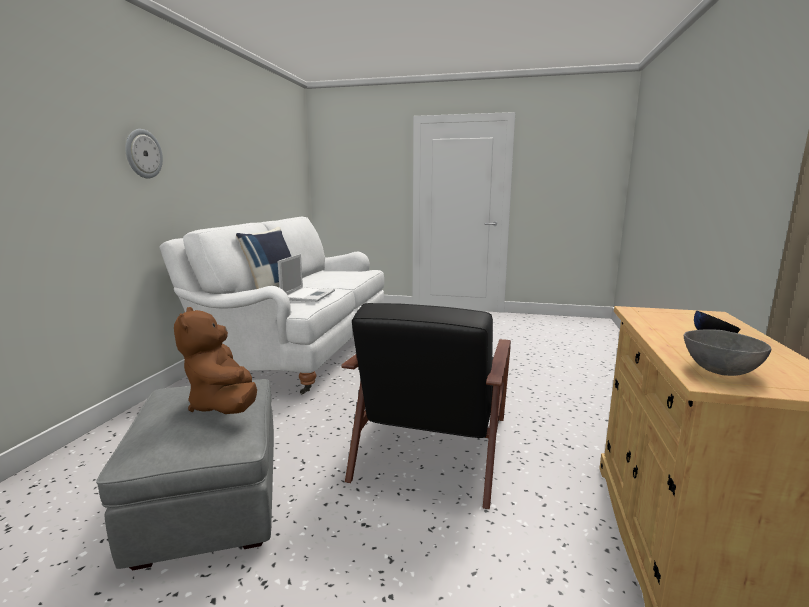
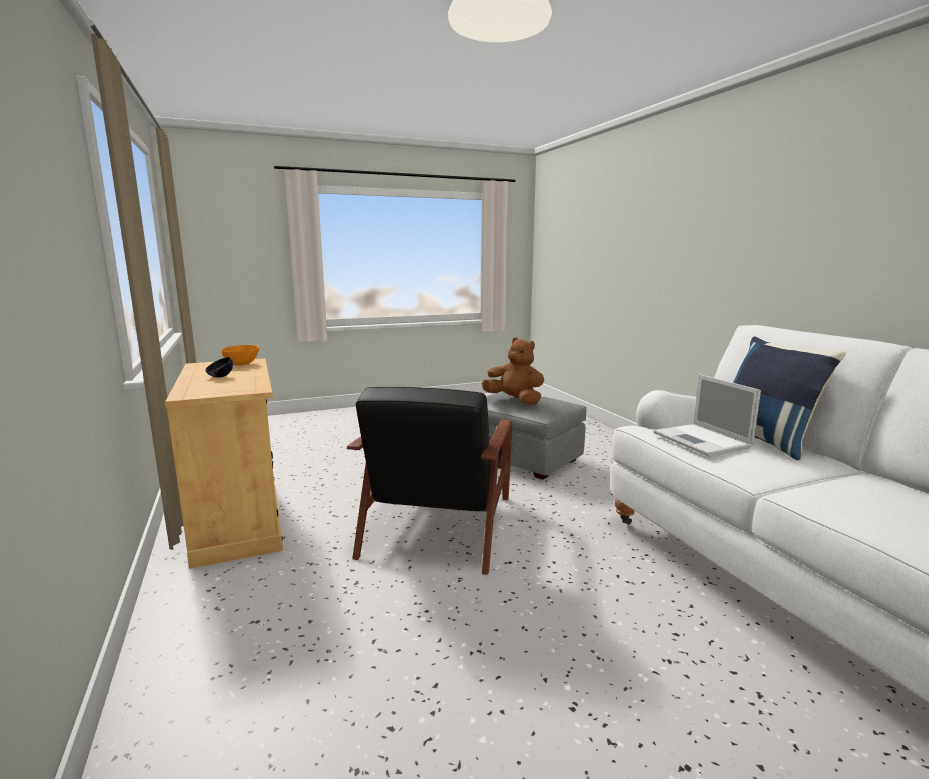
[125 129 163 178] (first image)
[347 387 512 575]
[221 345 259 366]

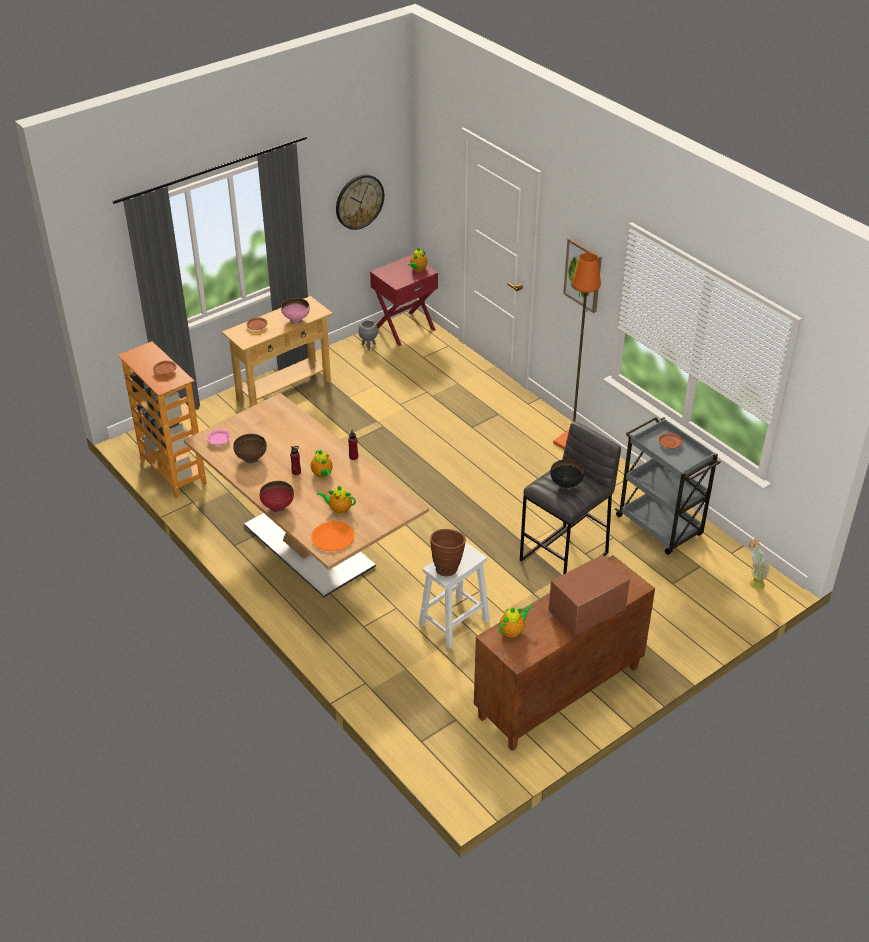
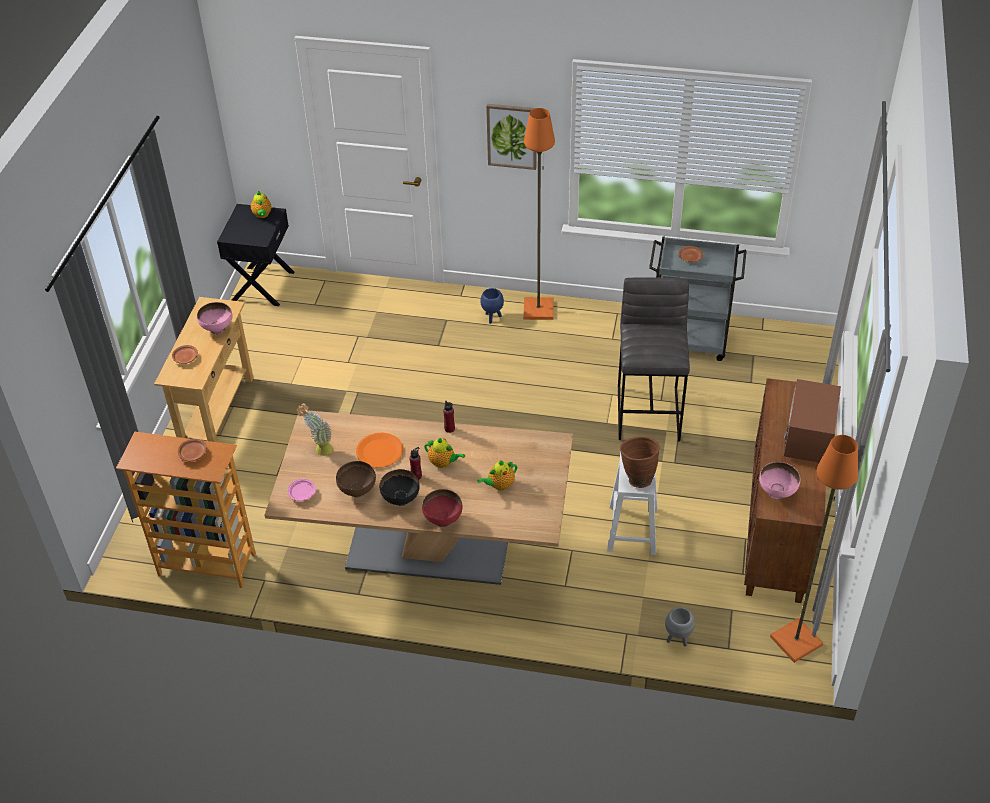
[356 433 403 468]
[336 175 384 230] (first image)
[665 607 695 647]
[217 204 295 306]
[759 462 800 499]
[380 469 420 506]
[297 403 333 456]
[480 288 504 324]
[770 435 858 663]

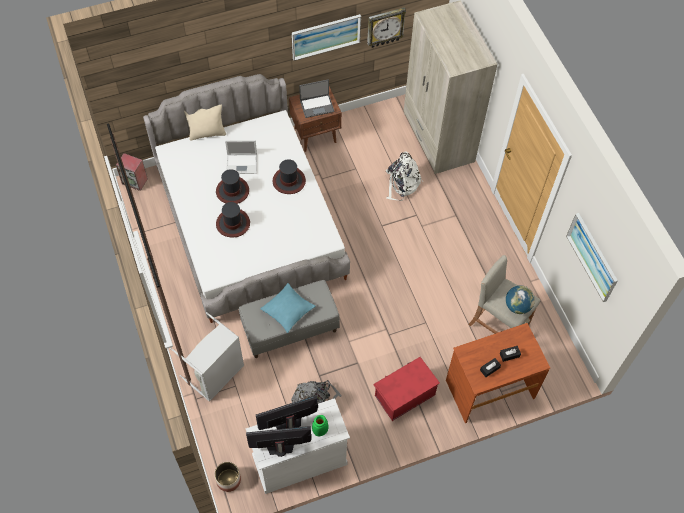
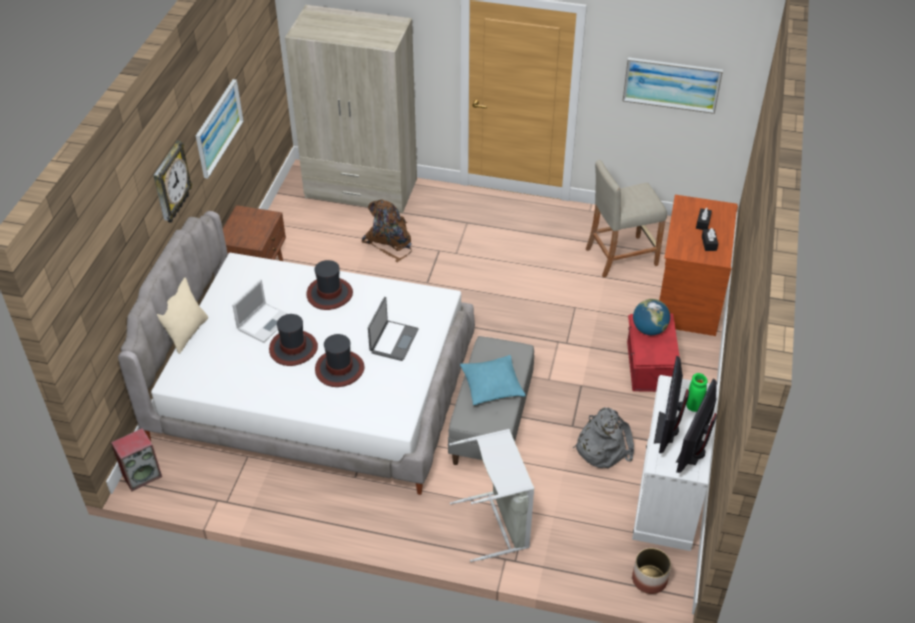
[368 297 419 361]
[153 141 193 223]
[361 199 412 262]
[633 299 670 335]

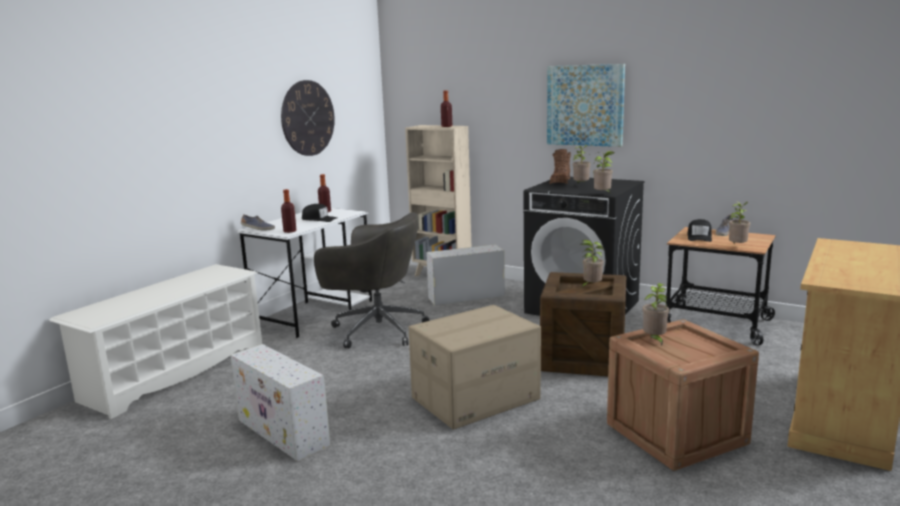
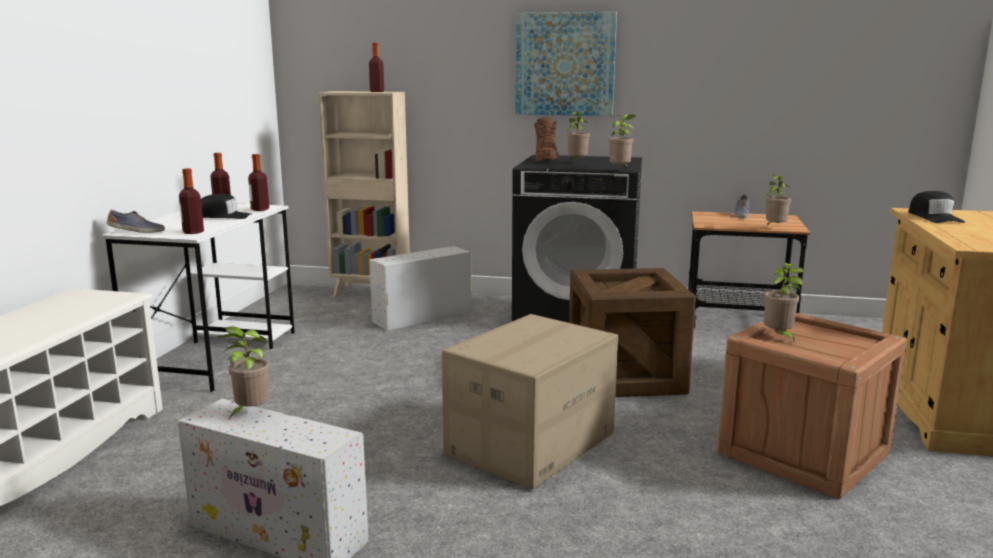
[281 80 335 156] (first image)
[314 212 429 348] (first image)
[217 327 270 419]
[909 191 965 223]
[248 154 269 211]

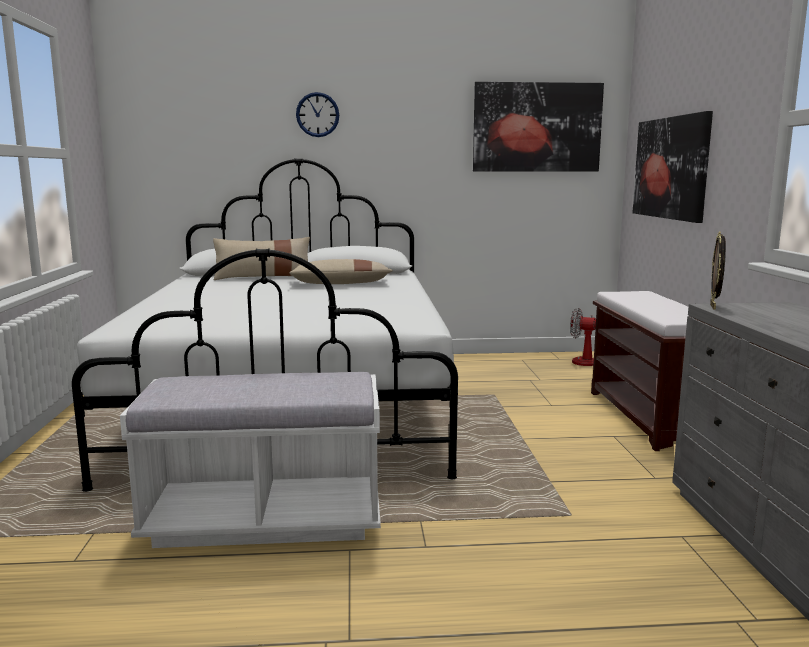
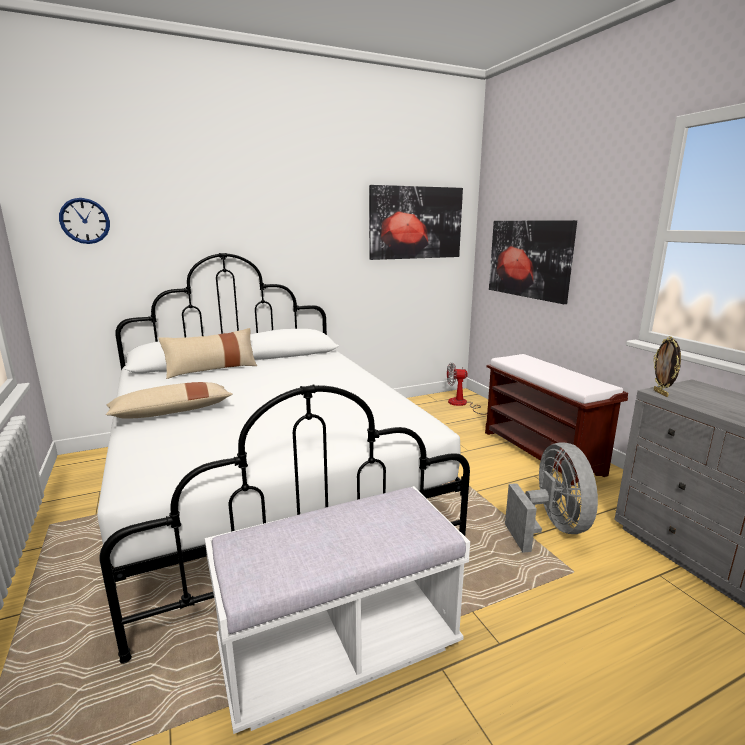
[106 382 233 419]
[59 198 110 244]
[505 442 598 552]

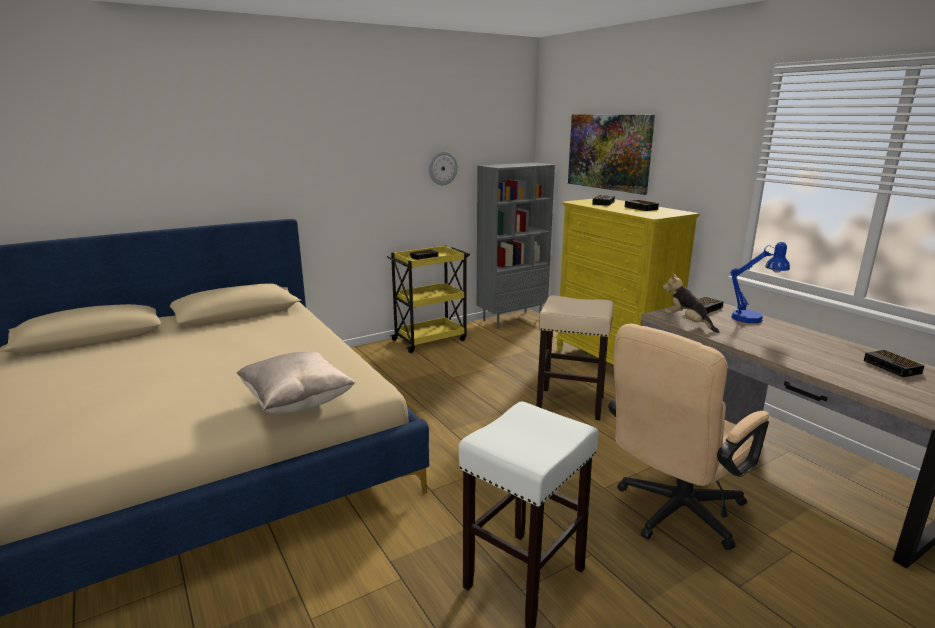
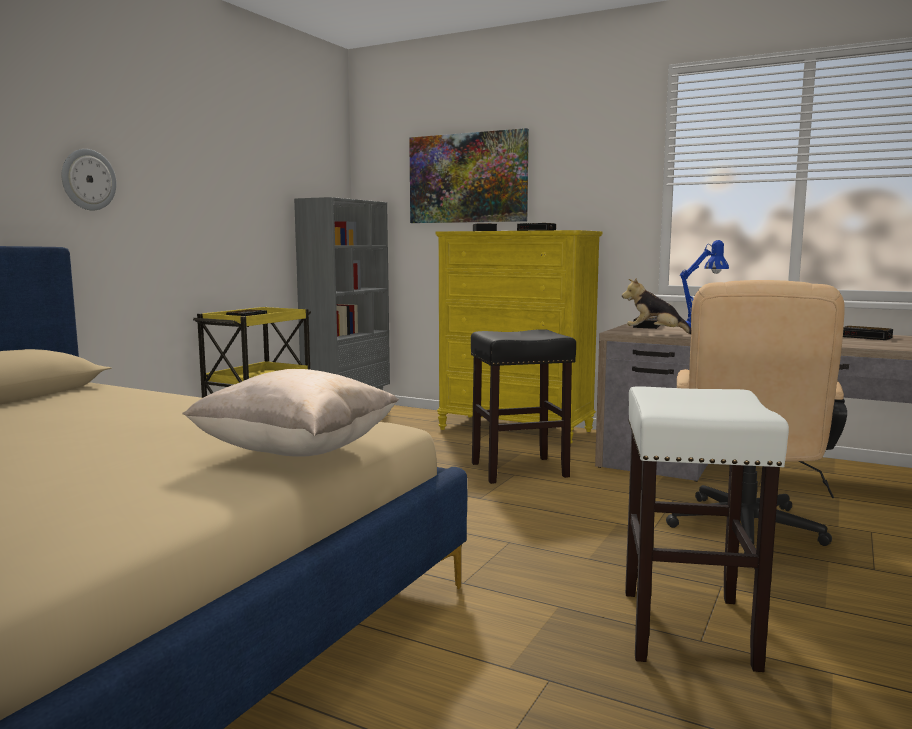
[61 149 116 211]
[471 329 576 484]

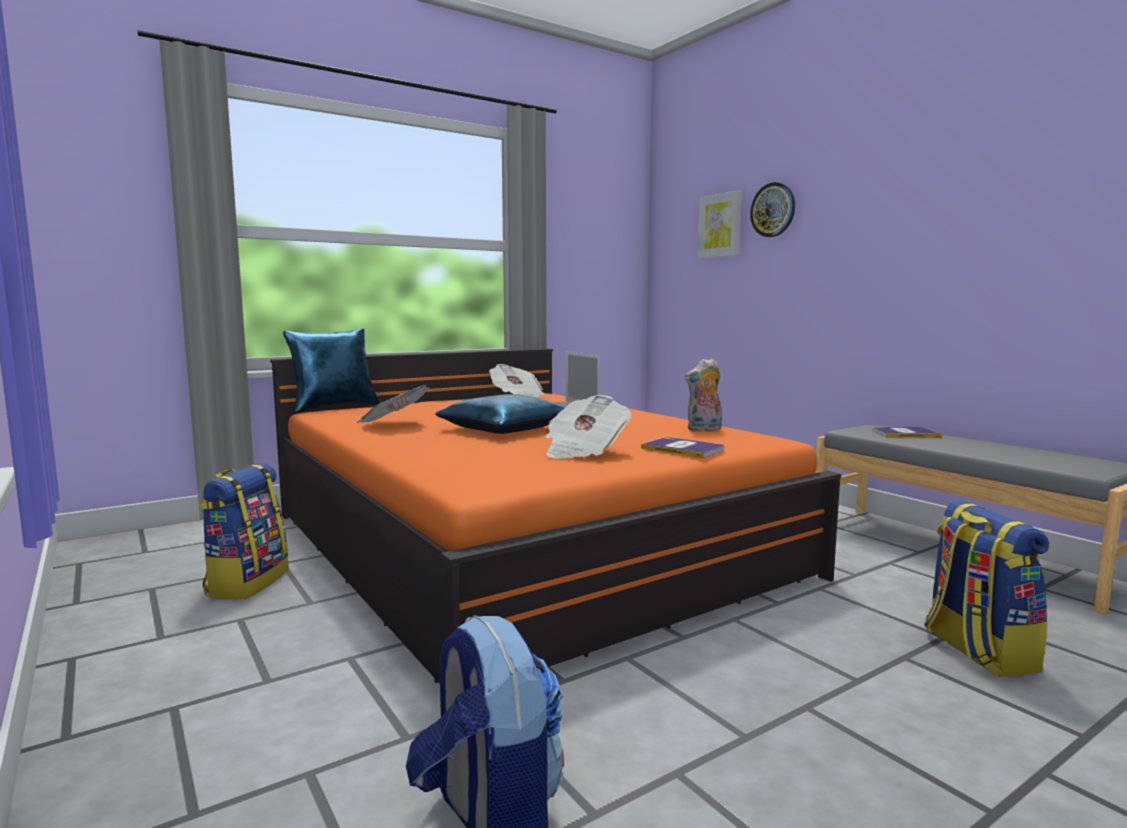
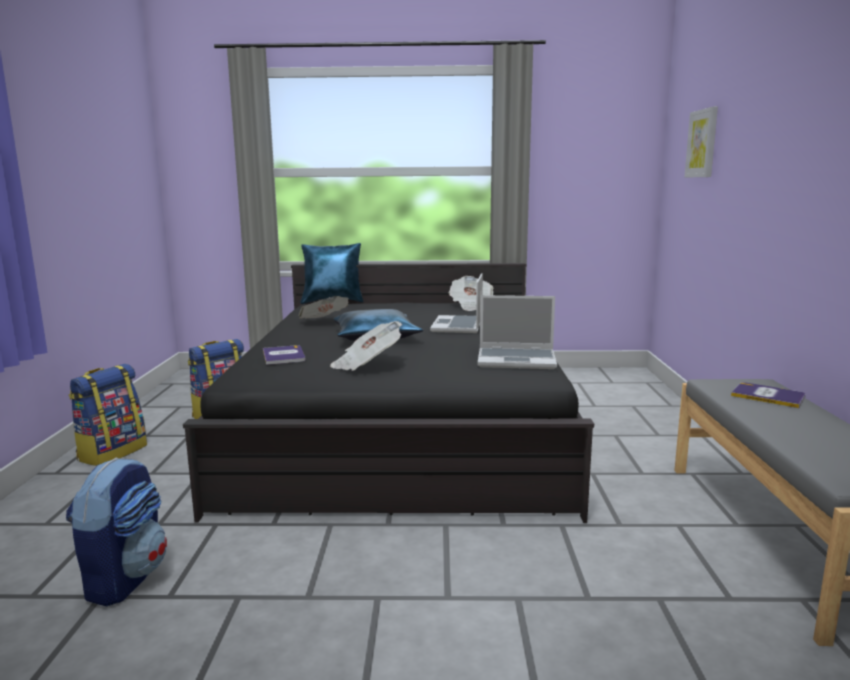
[183 263 594 523]
[263 345 305 365]
[478 295 557 369]
[750 182 795 237] (first image)
[69 364 147 466]

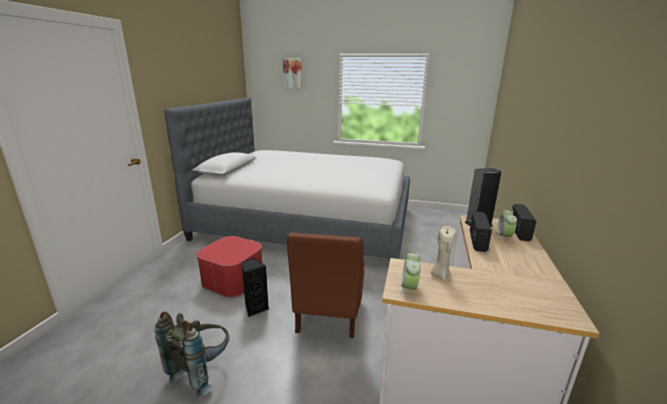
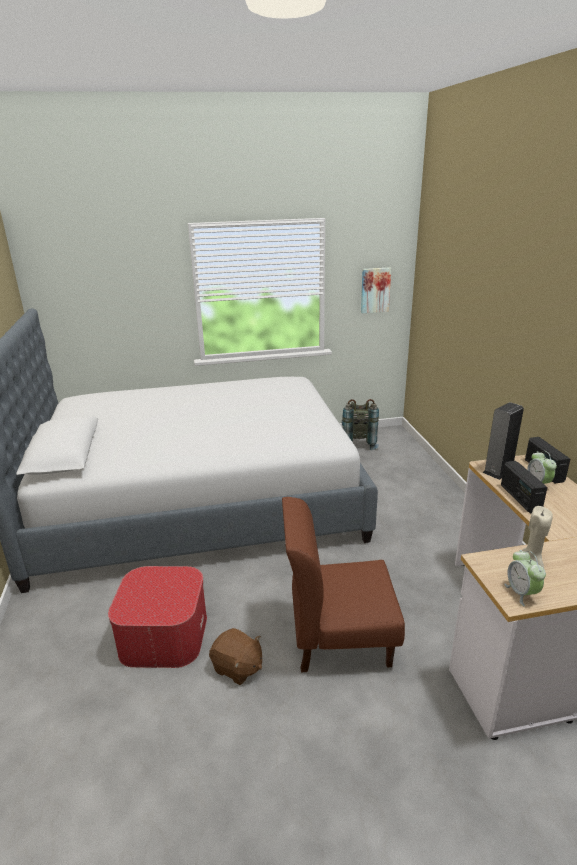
[342 399 379 450]
[209 628 262 685]
[361 267 391 313]
[282 497 405 673]

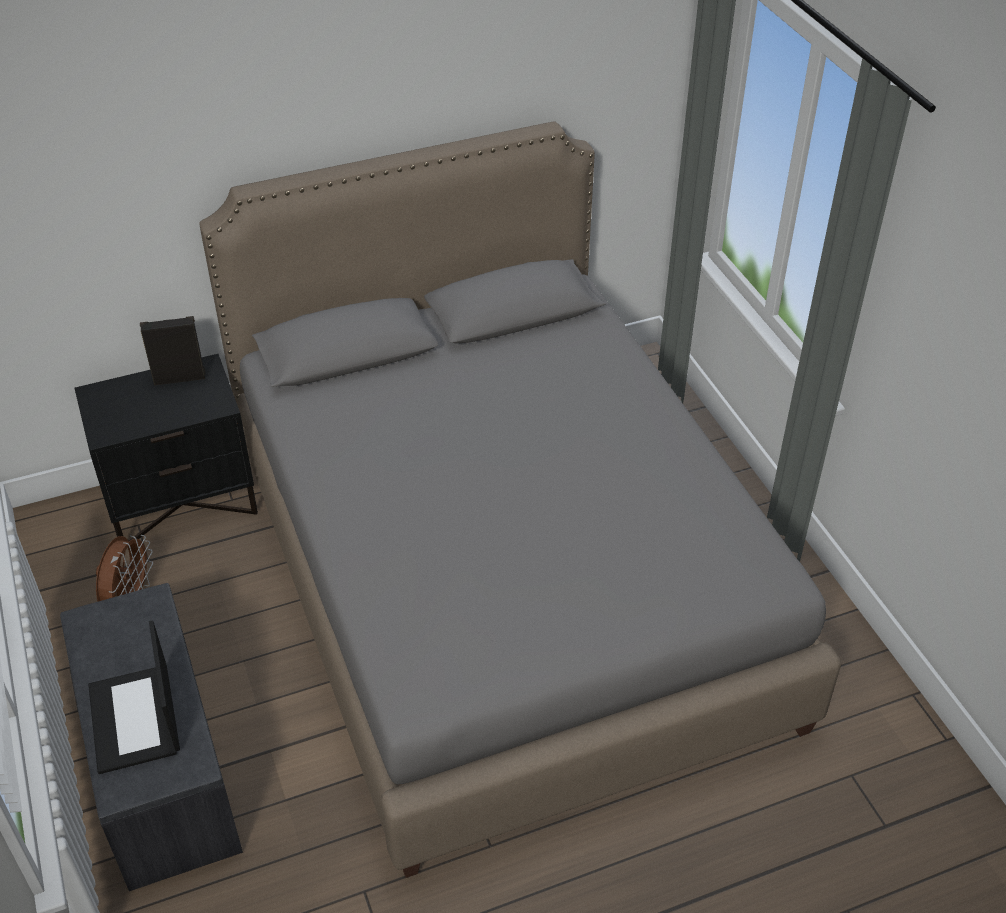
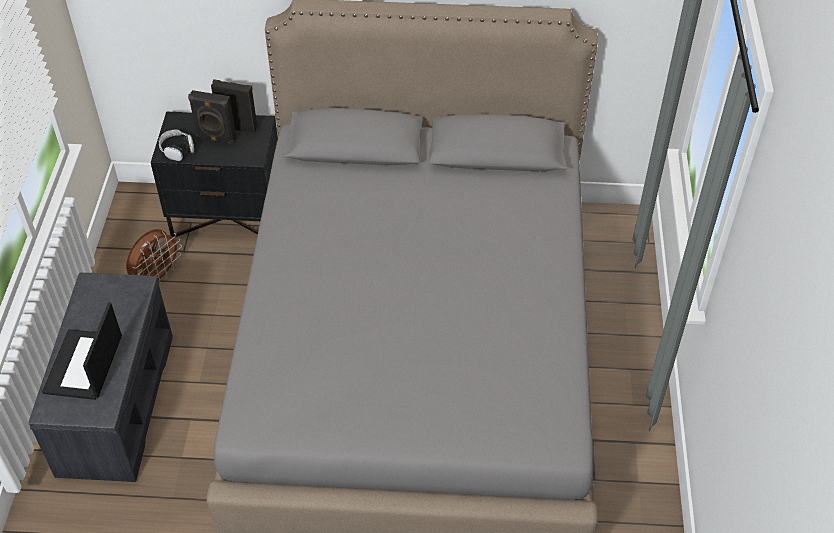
[159 129 194 161]
[188 90 236 144]

